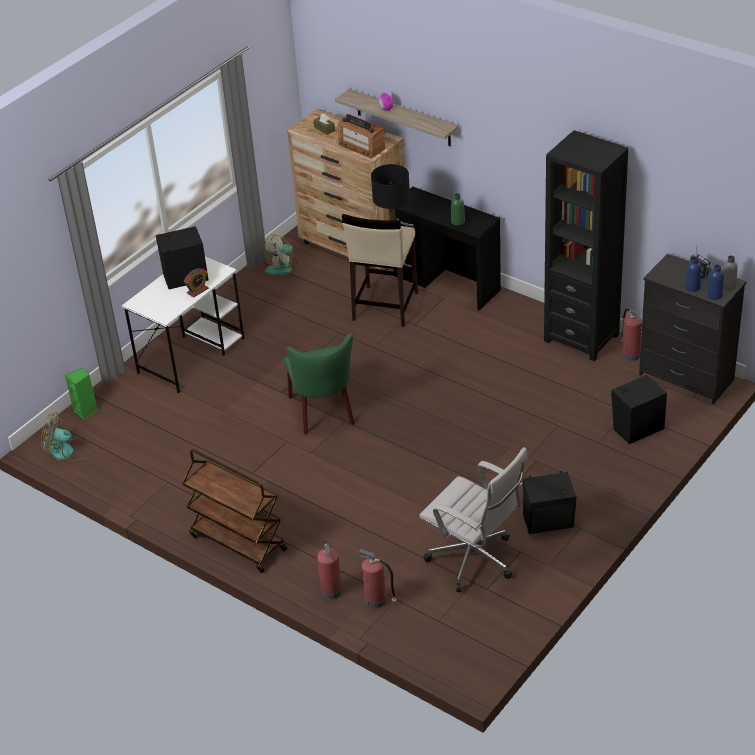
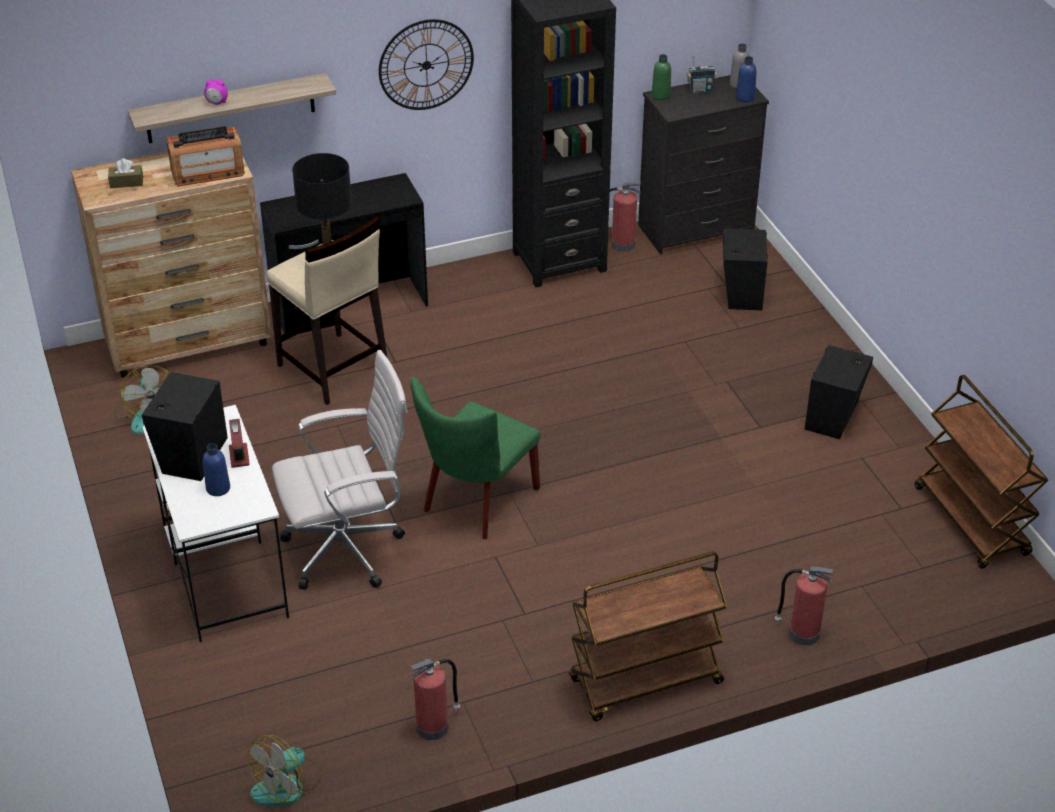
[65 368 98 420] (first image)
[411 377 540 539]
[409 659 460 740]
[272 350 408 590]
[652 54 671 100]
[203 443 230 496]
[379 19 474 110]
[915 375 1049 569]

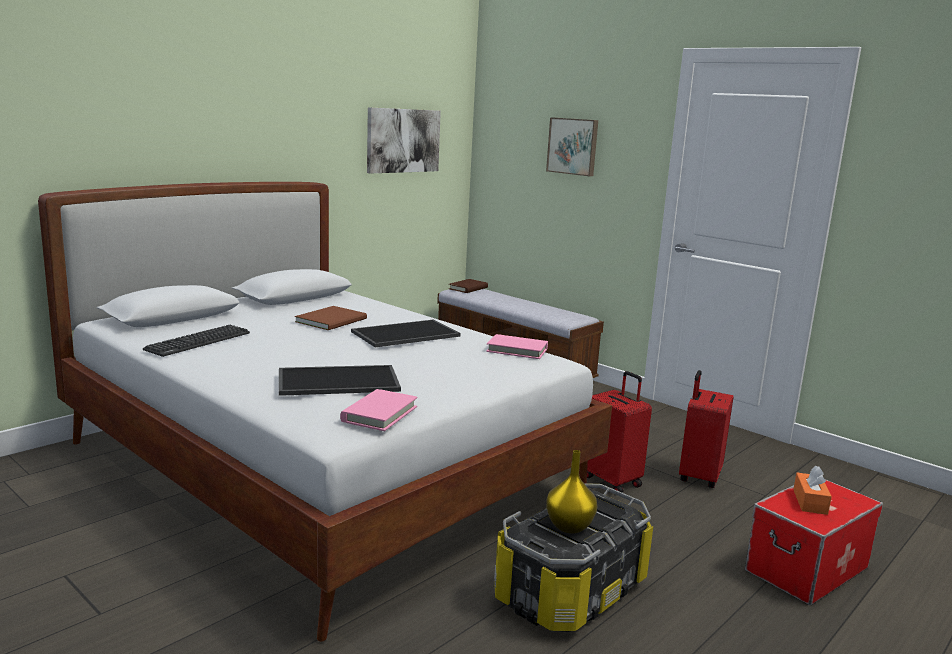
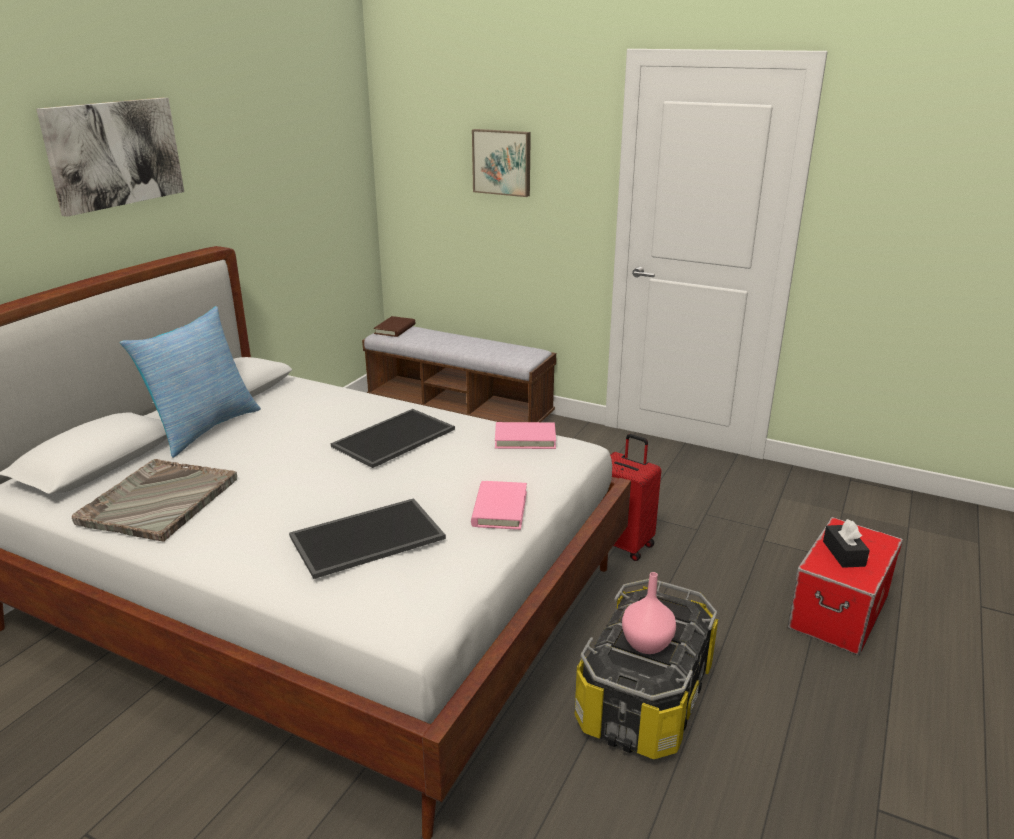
[72 459 237 542]
[295 306 367 330] (first image)
[471 481 527 530]
[36 98 184 217]
[622 572 676 654]
[679 370 734 488] (first image)
[823 519 870 568]
[120 306 261 458]

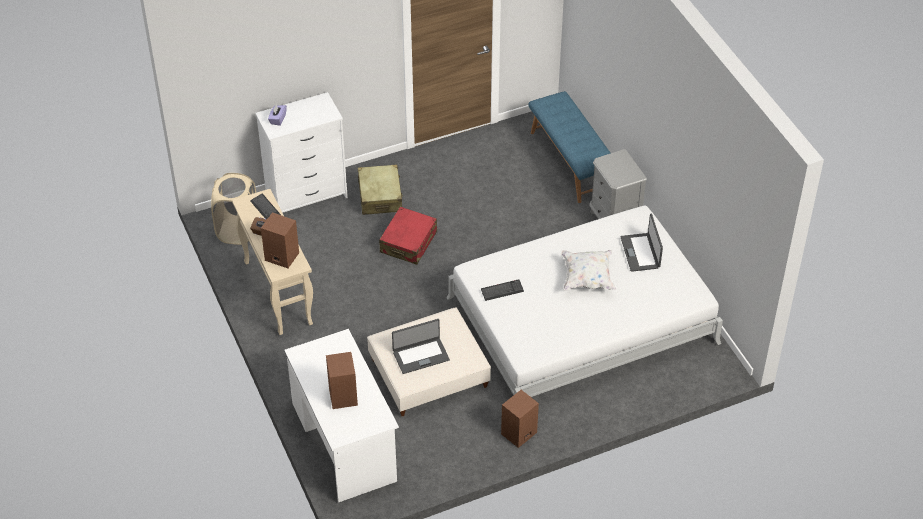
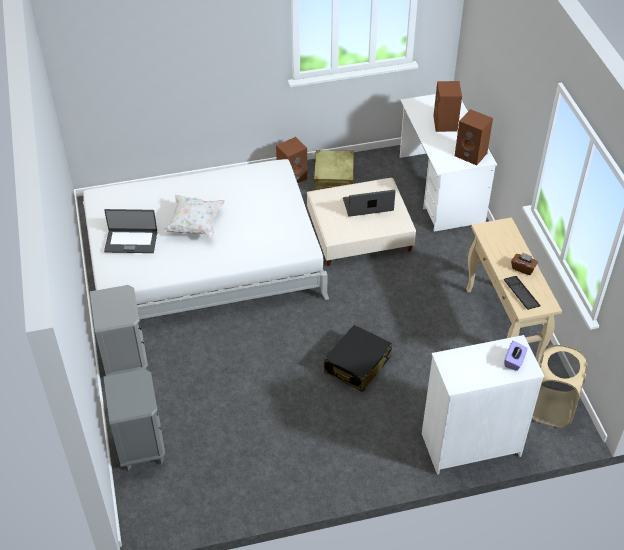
[455 109 493 166]
[313 150 354 190]
[324 325 392 392]
[481 279 524 301] (first image)
[104 369 165 471]
[104 209 157 253]

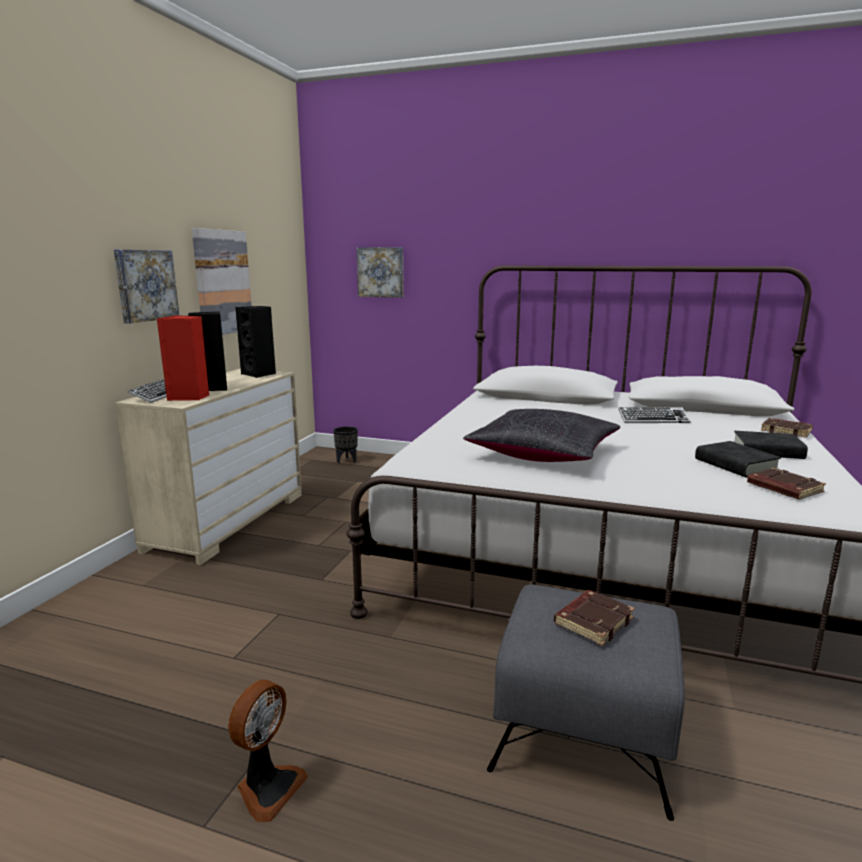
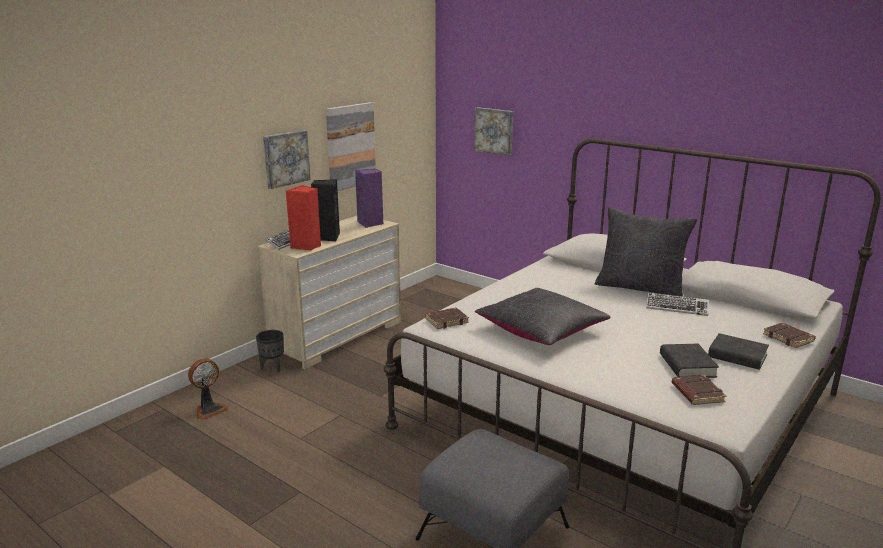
[188 358 228 420]
[355 169 383 228]
[256 330 284 372]
[425 308 469 329]
[595 208 697 296]

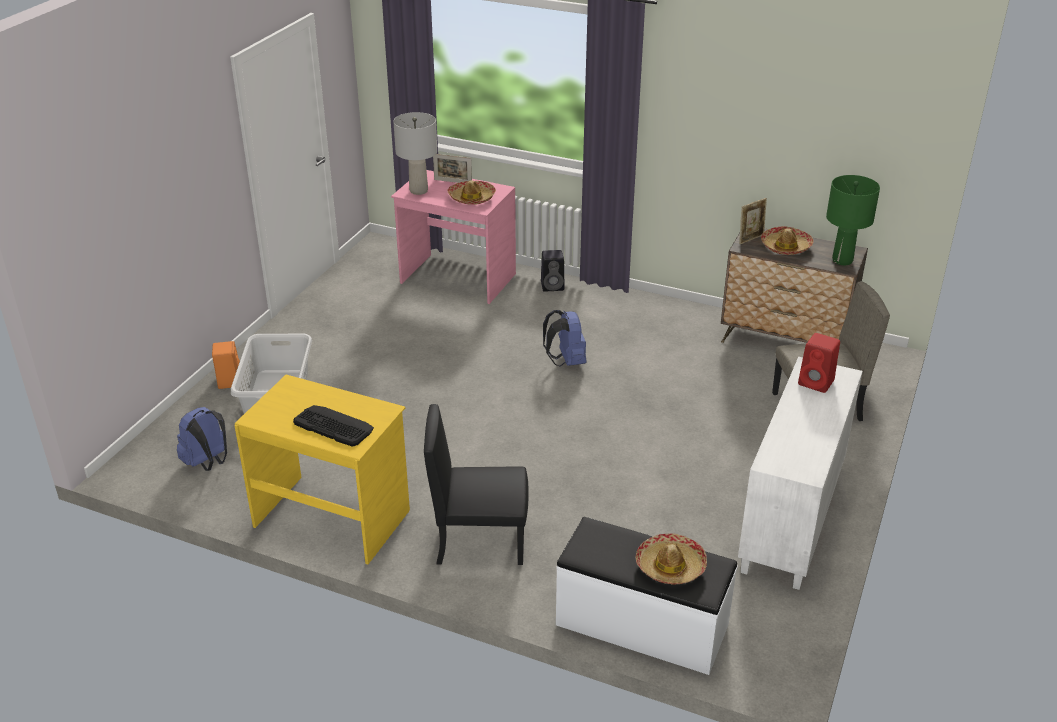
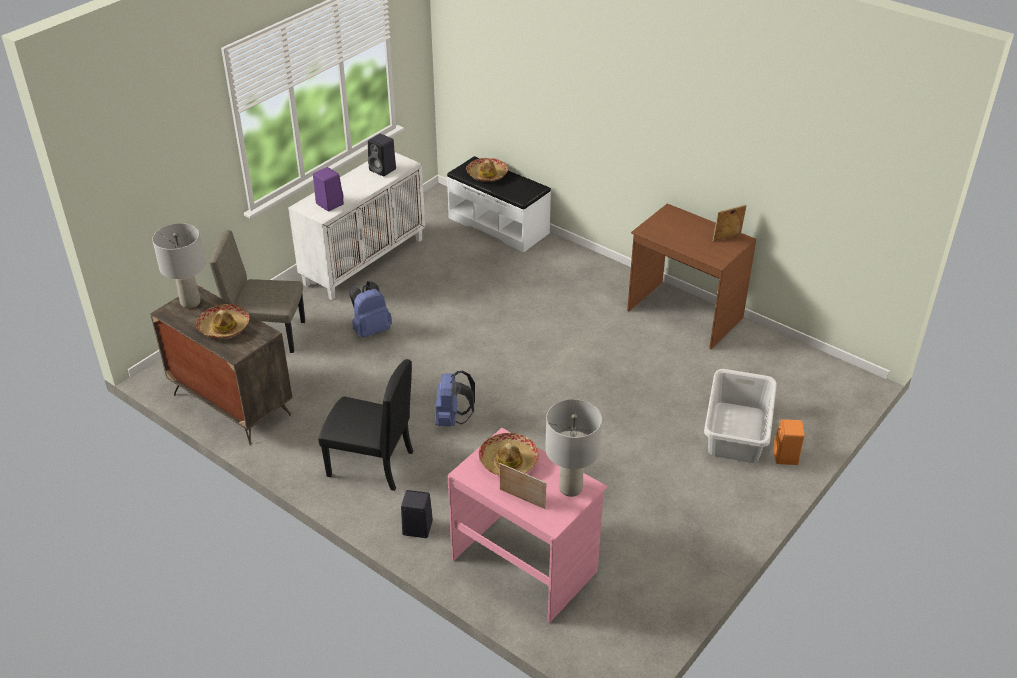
[349 281 392 338]
[627 203 756 349]
[293 405 374 447] (first image)
[318 359 414 491]
[713 205 747 242]
[313 167 344 211]
[152 223 205 308]
[368 134 396 176]

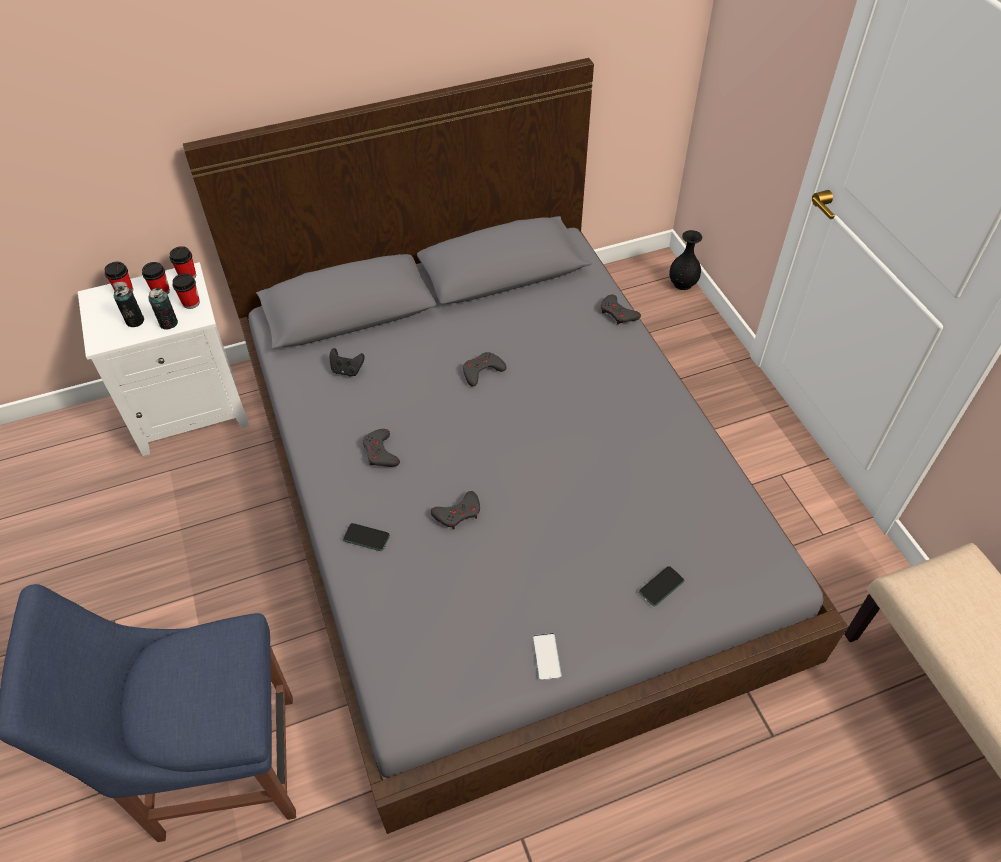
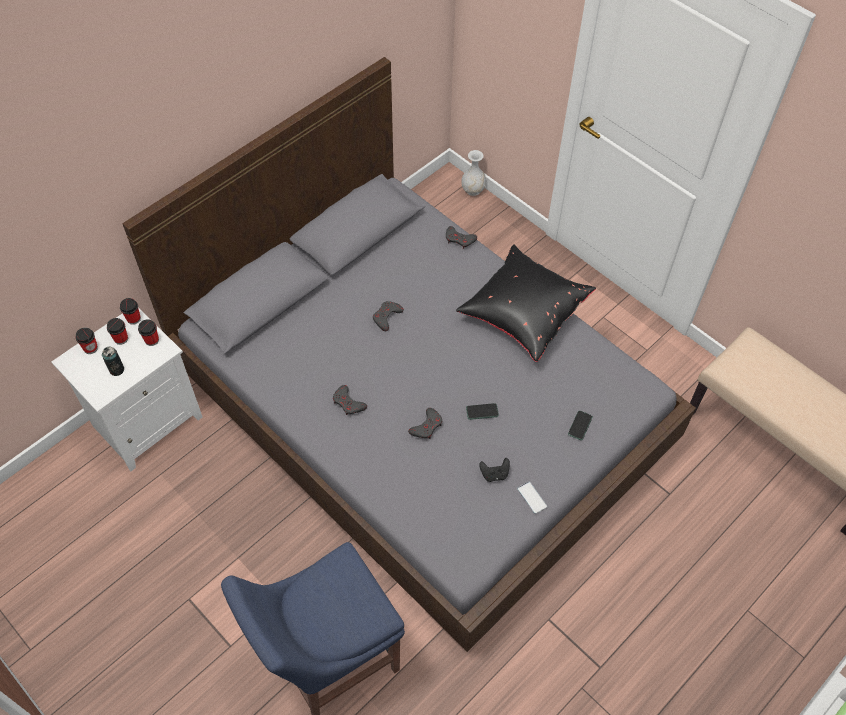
[148 288 178 330] (first image)
[479 458 510 482]
[466 403 499 420]
[461 150 486 196]
[456 244 596 362]

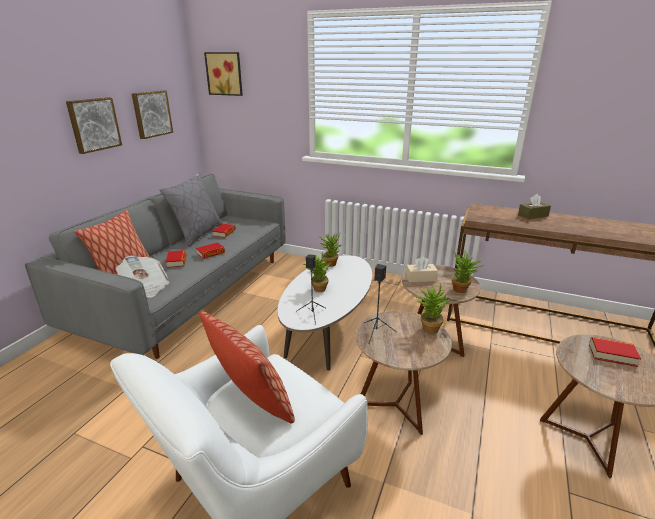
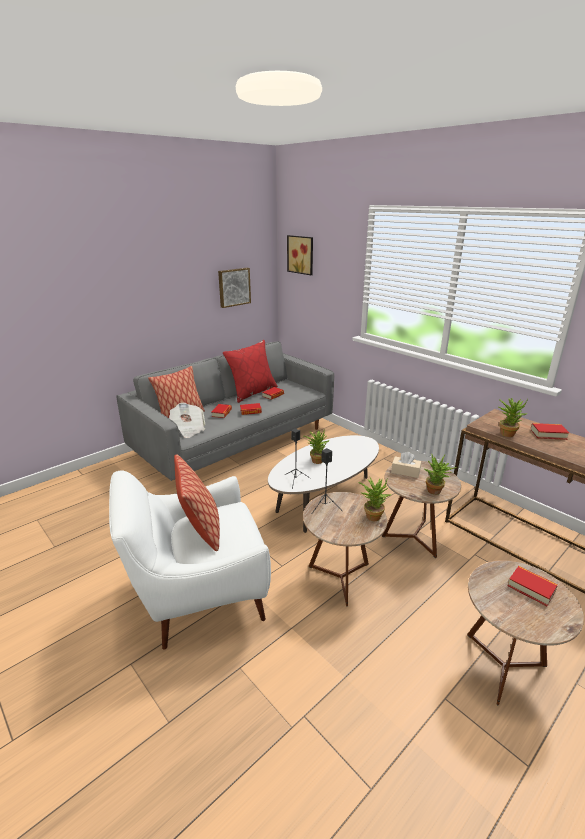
[66 97 122 154] (first image)
[223 340 278 403]
[497 398 528 437]
[531 423 569 440]

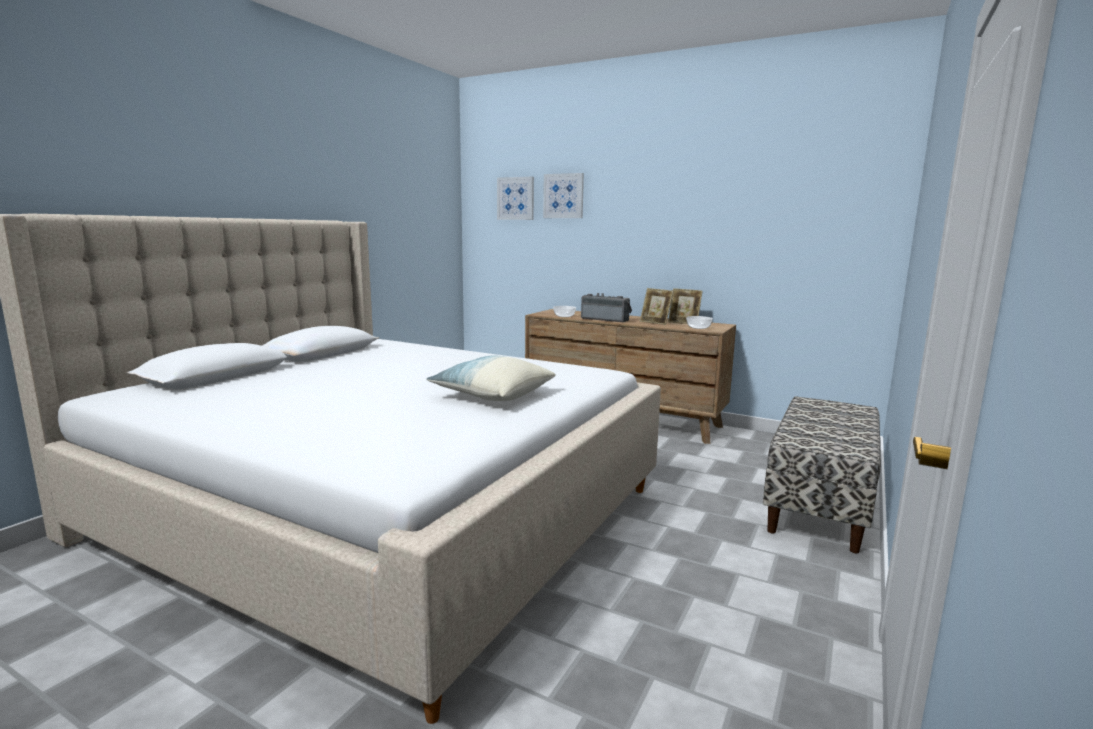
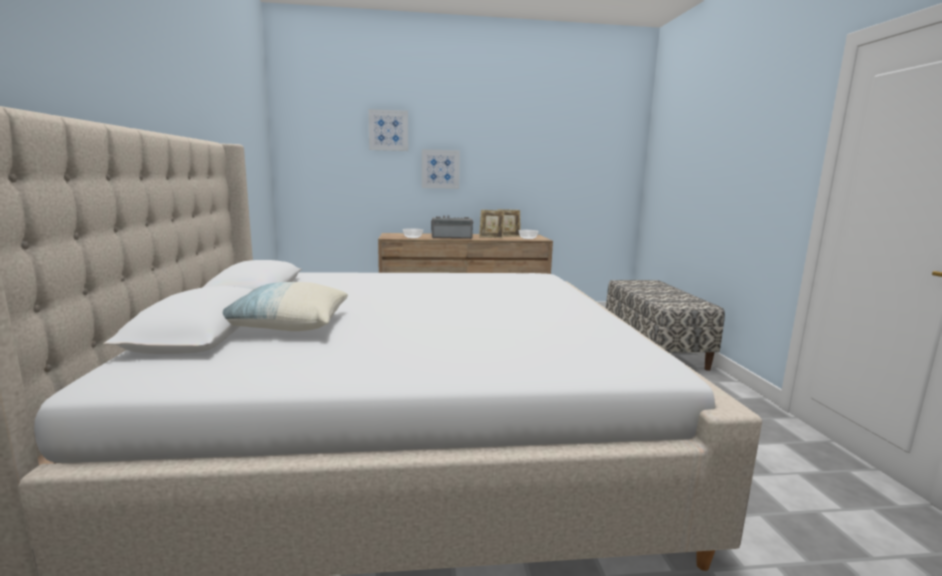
[223 282 348 331]
[422 149 460 189]

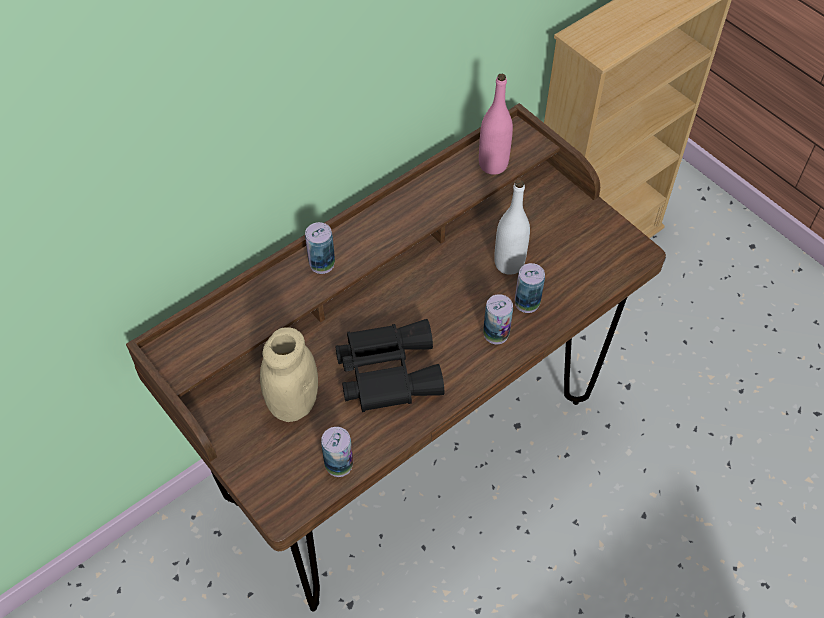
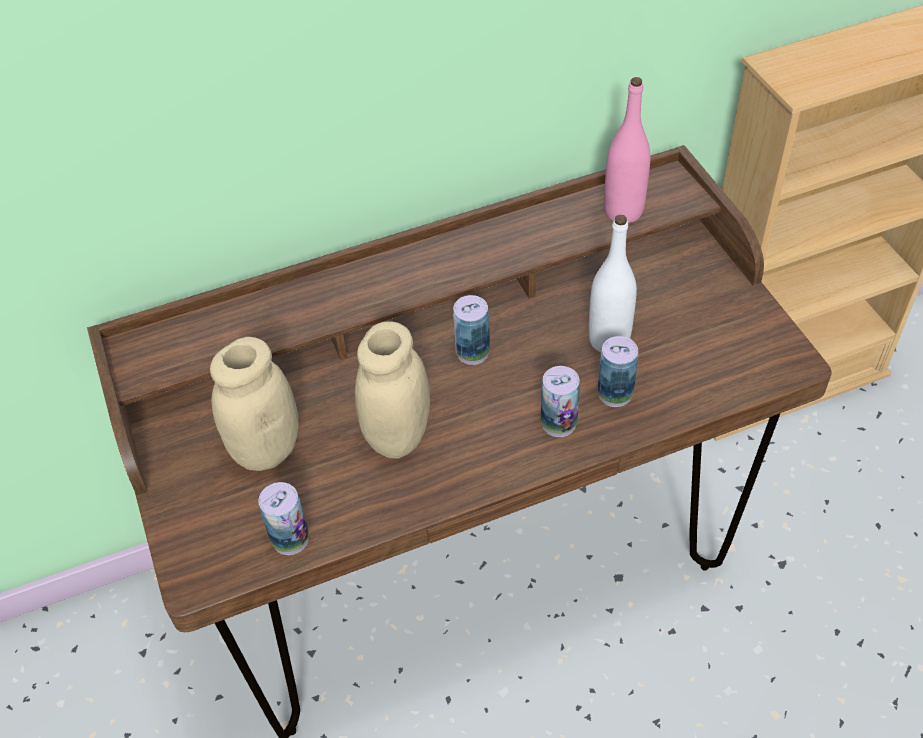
[453 295 490 365]
[355 321 430 458]

